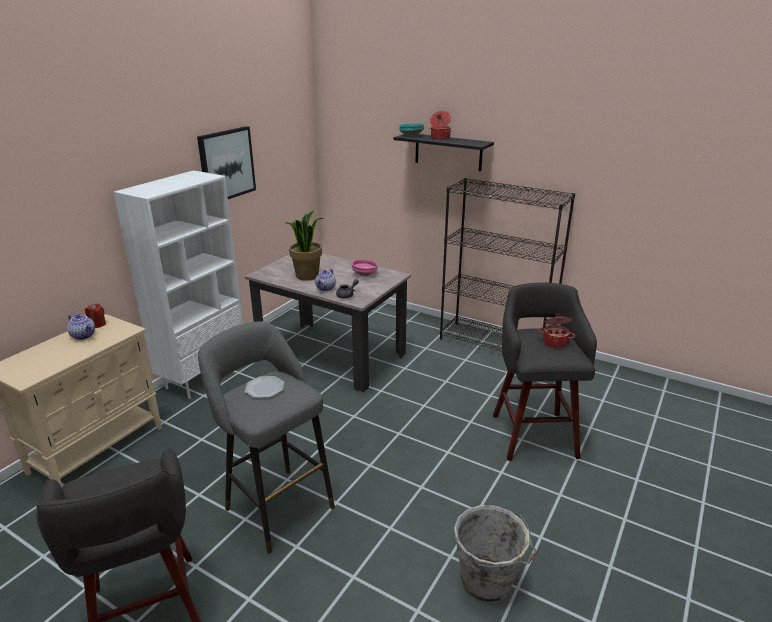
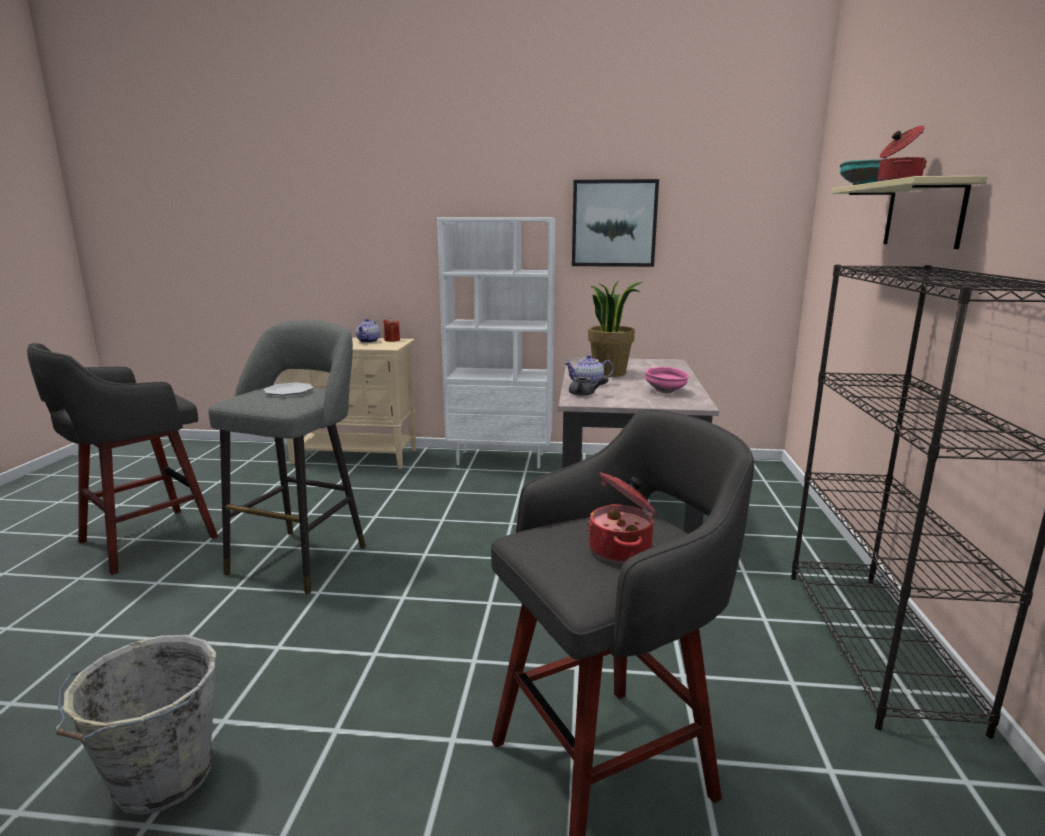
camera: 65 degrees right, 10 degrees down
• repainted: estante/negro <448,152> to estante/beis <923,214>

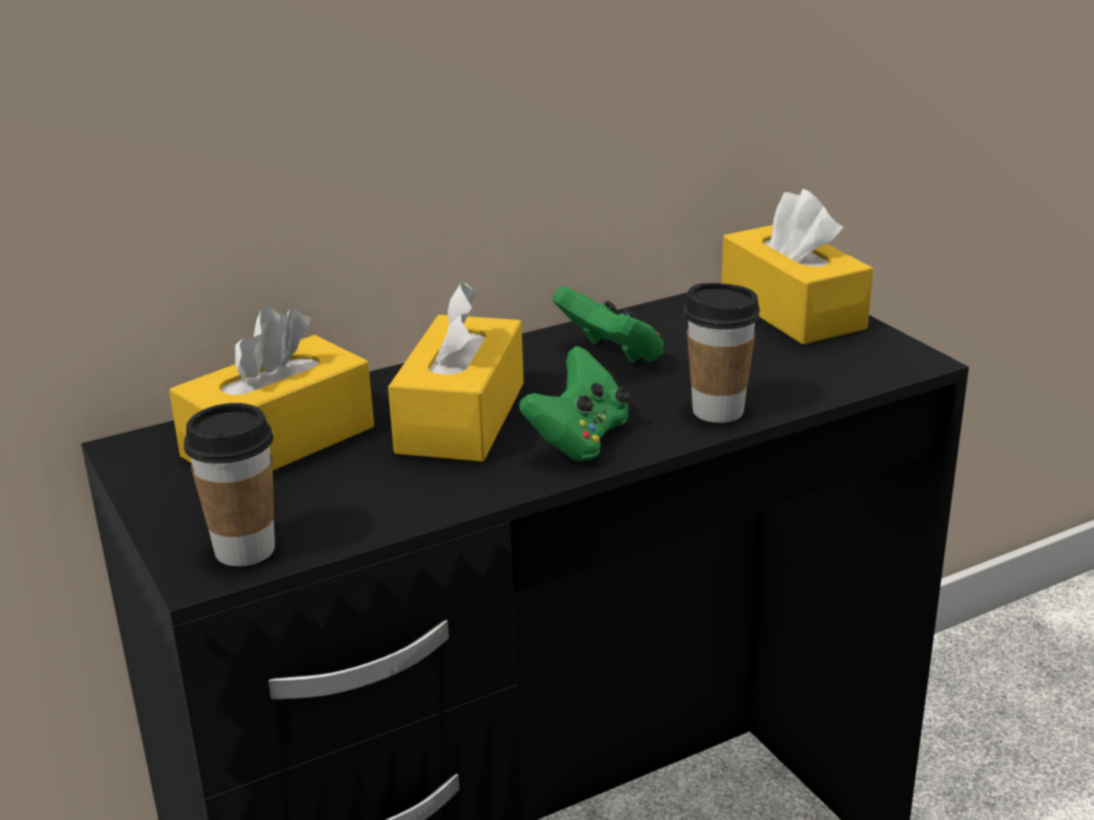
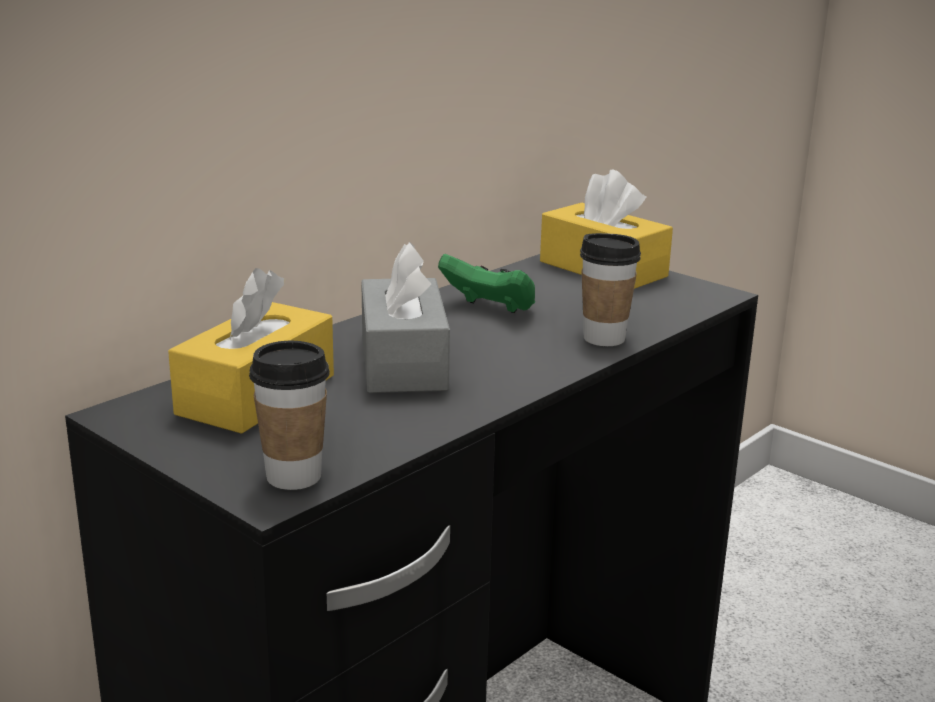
camera: 20 degrees left, 5 degrees down
• repainted: caja de pañuelos/amarillo <461,417> to caja de pañuelos/gris <403,362>
• gone: mando de consola/verde <579,439>

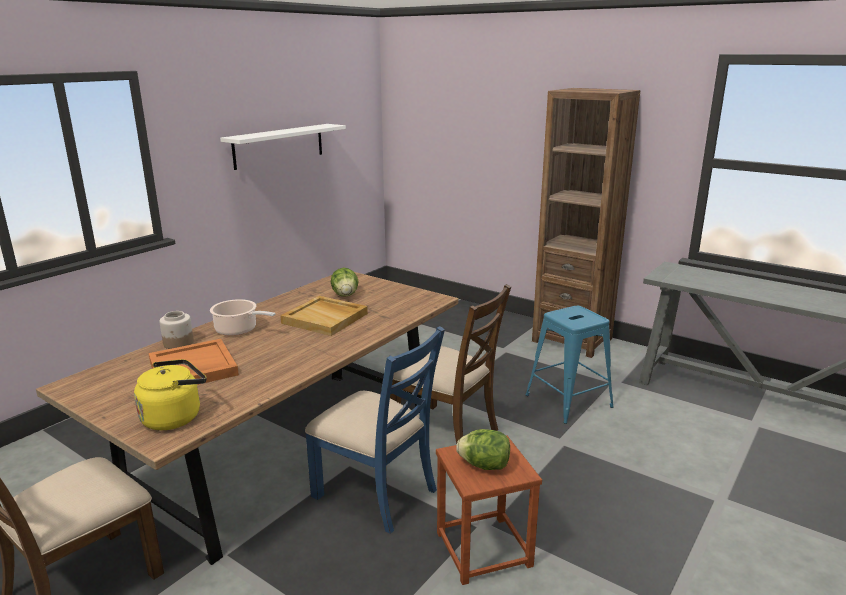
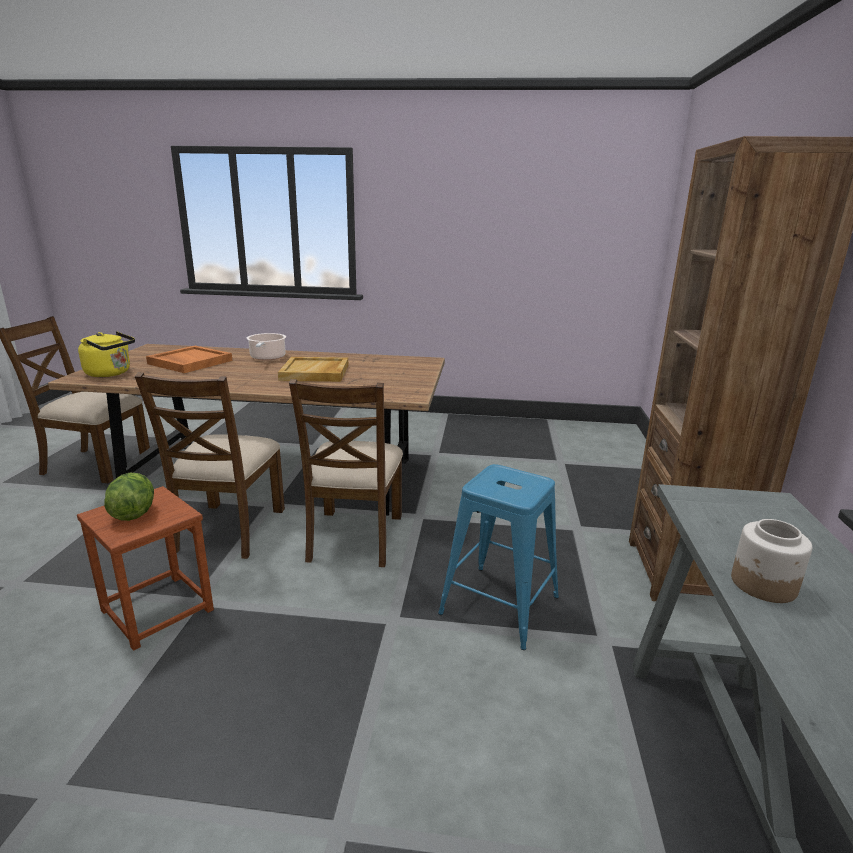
camera: 60 degrees right, 0 degrees up
• repainted: silla/azul <376,493> to silla/marrón <229,530>
• shifted: tarro <178,343> to <763,585>
• gone: estante/blanco <279,145>
• gone: lechuga <345,295>

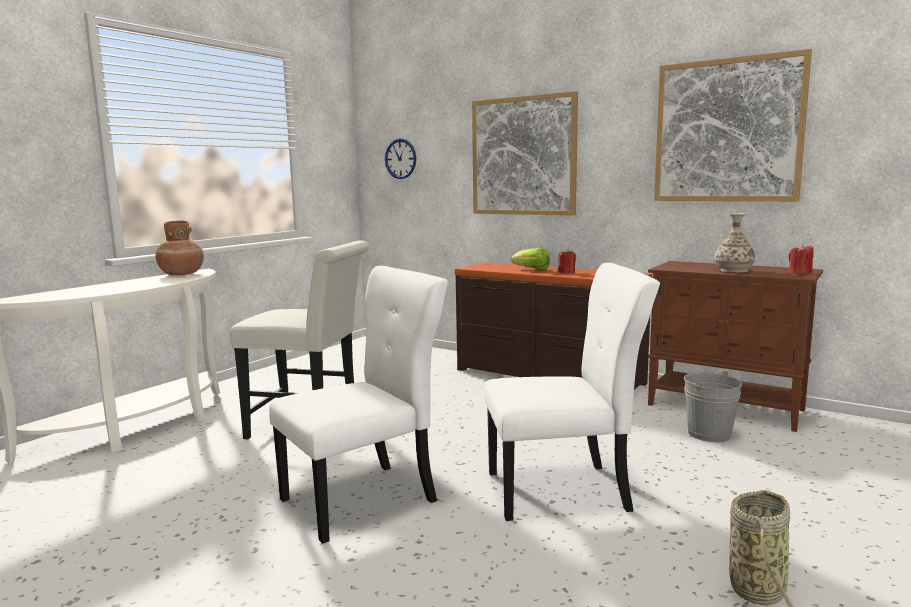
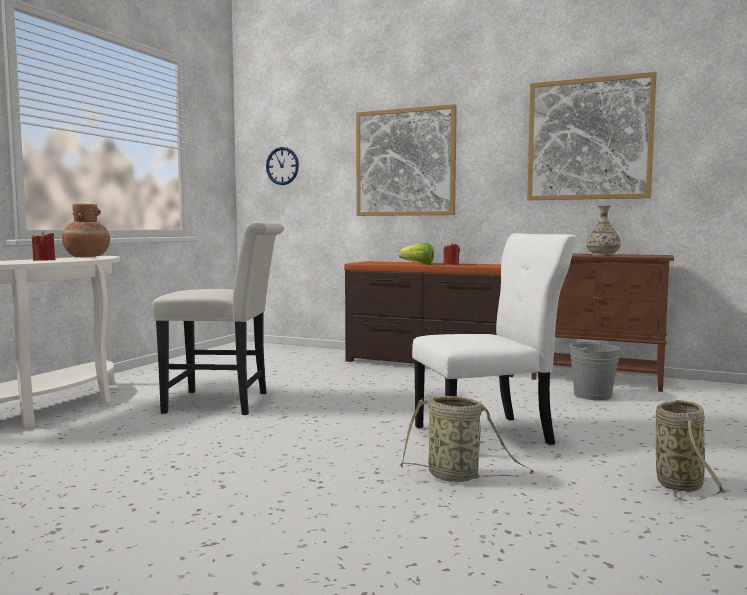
camera: 10 degrees left, 5 degrees down
• shifted: vela/rojo <800,272> to <44,260>
• new: cesta <457,477>
• gone: silla/blanco <365,499>

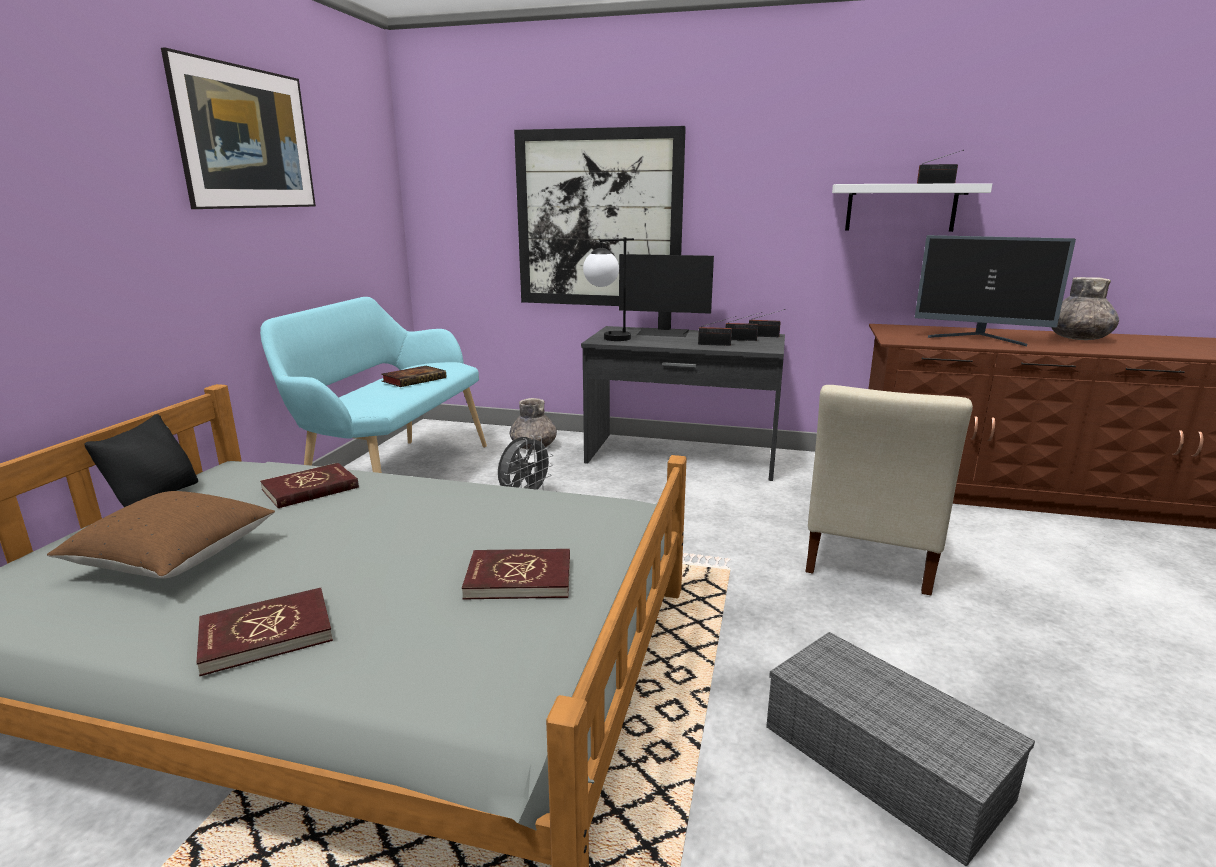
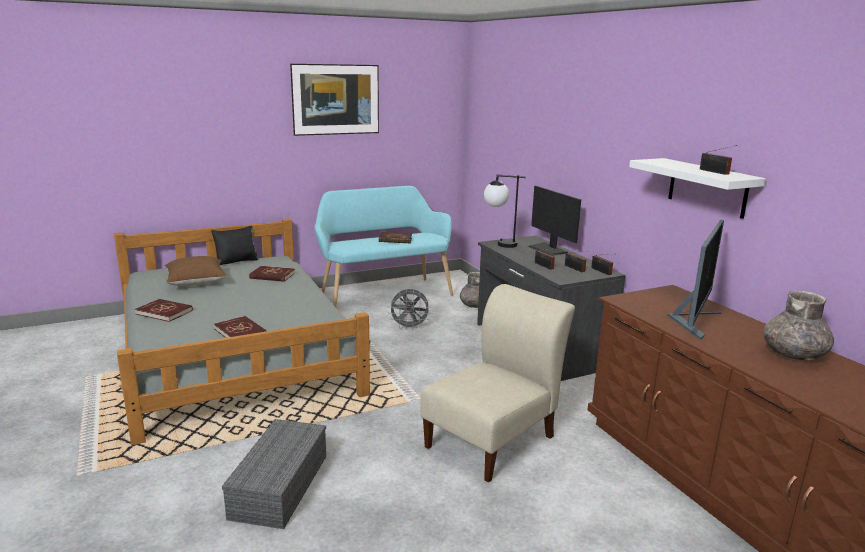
camera: 50 degrees right, 0 degrees up
• rotated: silla/beis <868,554> = <493,439> 150 degrees clockwise
• rotated: monitor <979,339> = <693,321> 135 degrees counterclockwise
• gone: cuadro <598,219>

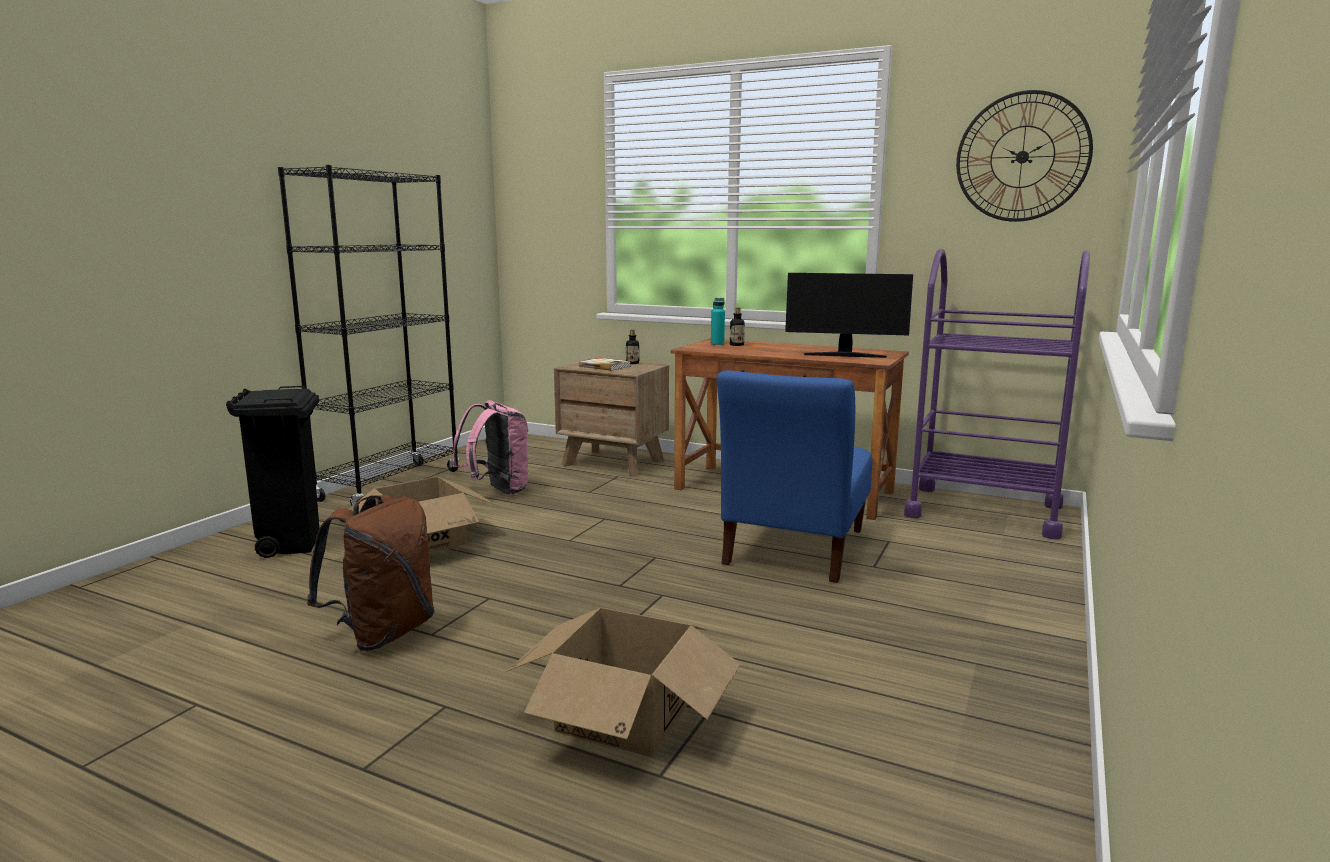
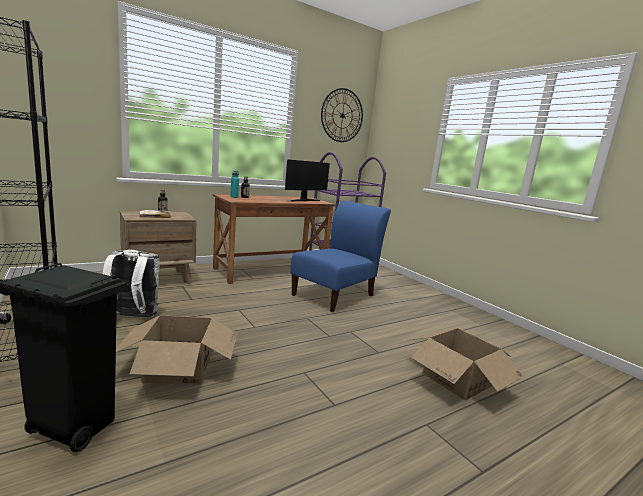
camera: 60 degrees left, 0 degrees up
• repainted: mochila/rosa <497,491> to mochila/blanco <132,318>
• rotated: silla/azul <793,550> = <335,294> 105 degrees counterclockwise
• gone: mochila/marrón <383,633>

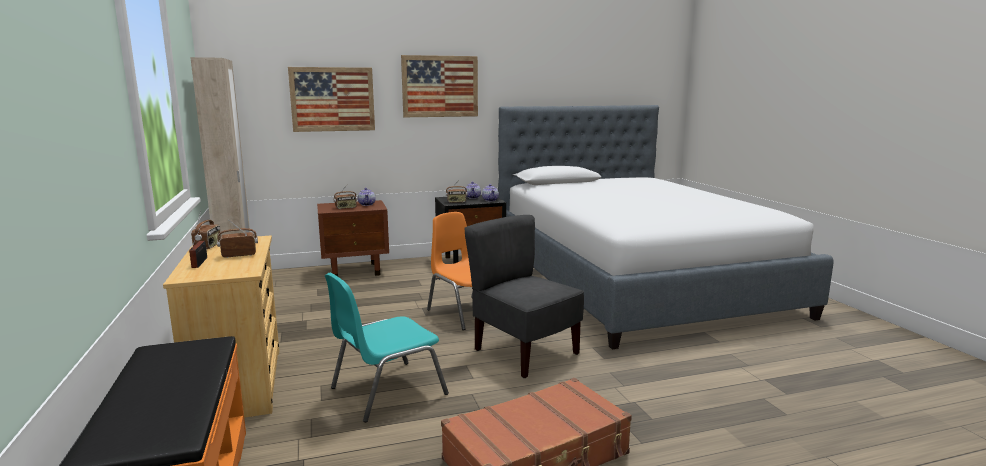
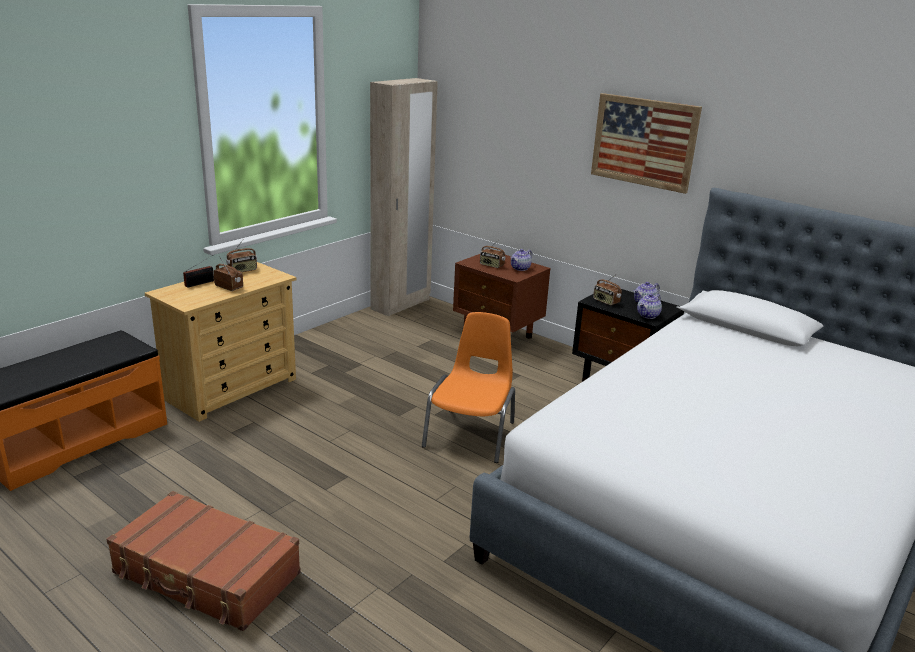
camera: 55 degrees right, 10 degrees up
• gone: cuadro <332,99>
• gone: silla/turquesa <386,391>
• gone: silla/gris <524,353>

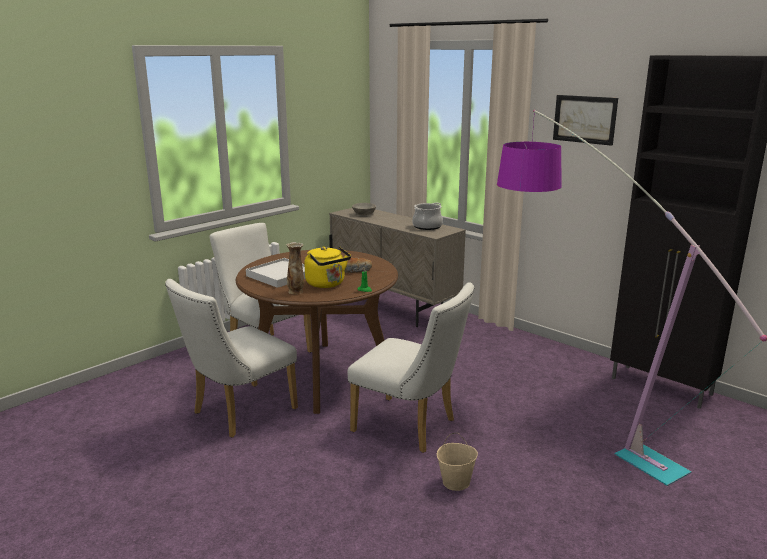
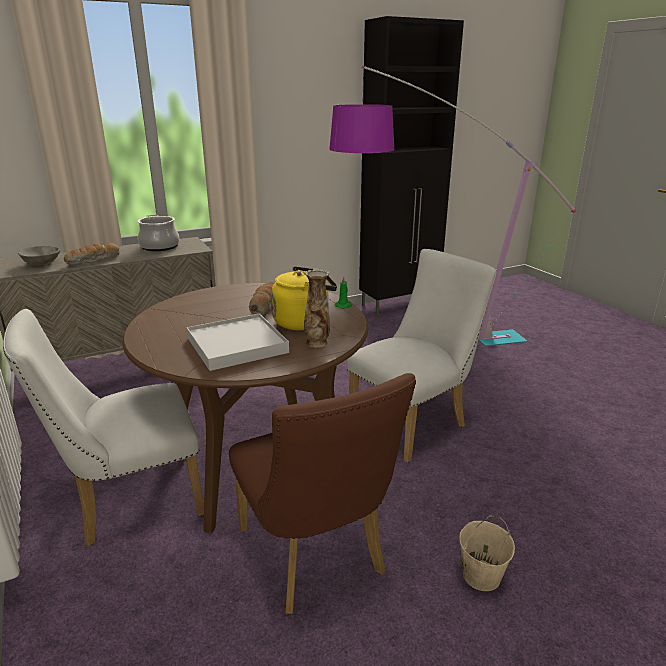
camera: 70 degrees left, 5 degrees up
• new: pan <94,261>
• repainted: silla/blanco <238,413> to silla/marrón <316,558>
• shifted: cubo/beis <456,482> to <480,575>
• gone: cuadro <584,119>

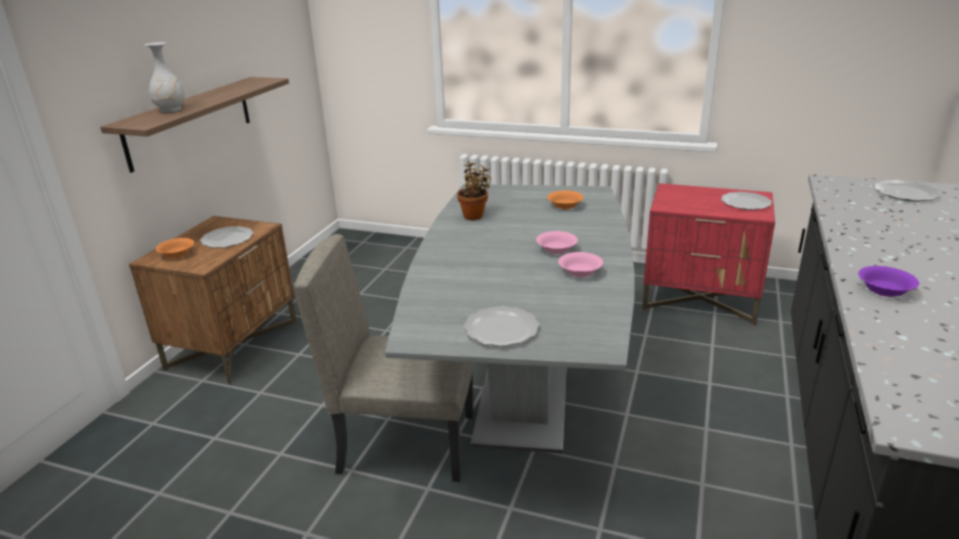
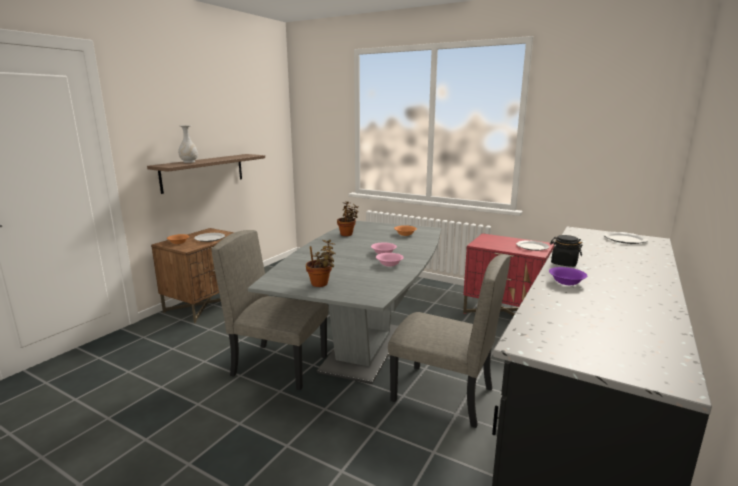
camera: 10 degrees right, 10 degrees down
• swapped: plato <500,328> to planta en maceta <321,284>
• new: silla/beis <442,395>
• new: tarro/negro <563,263>

